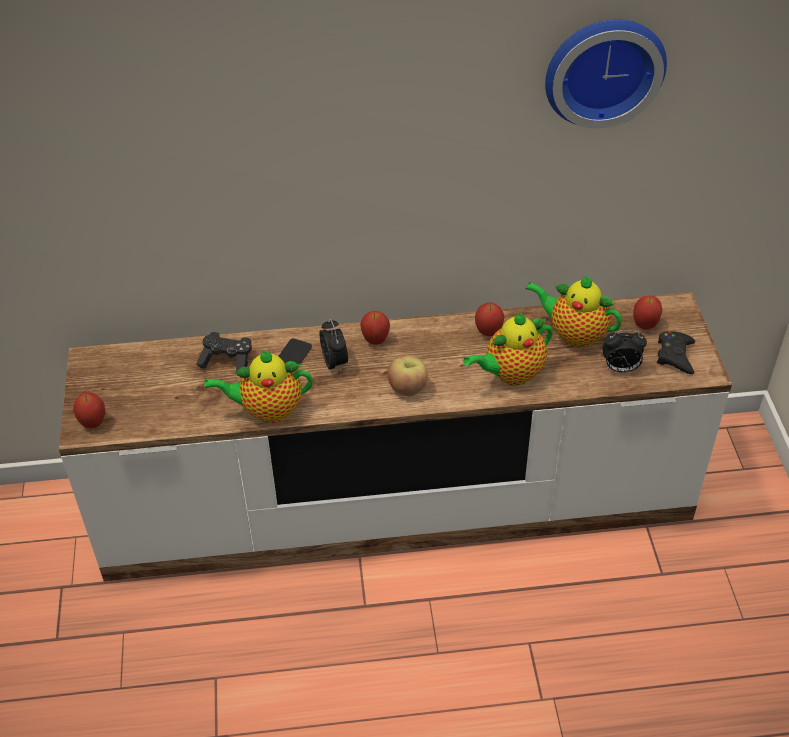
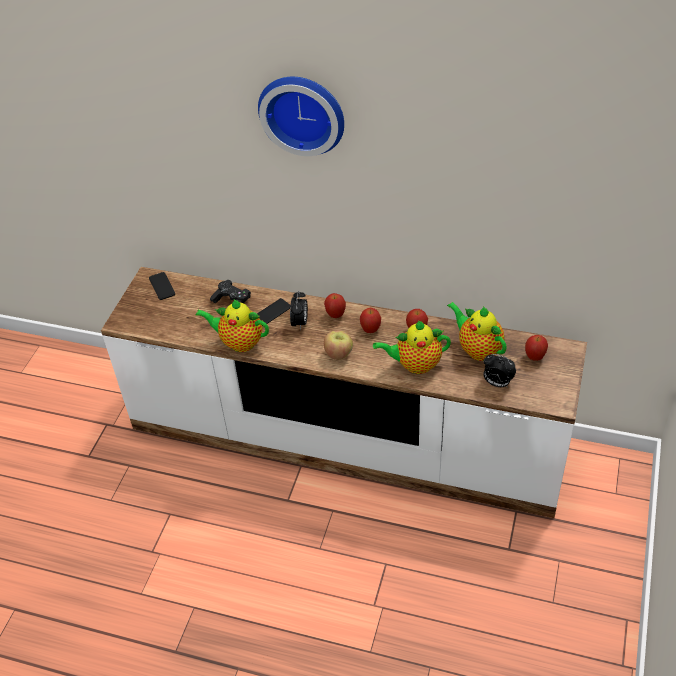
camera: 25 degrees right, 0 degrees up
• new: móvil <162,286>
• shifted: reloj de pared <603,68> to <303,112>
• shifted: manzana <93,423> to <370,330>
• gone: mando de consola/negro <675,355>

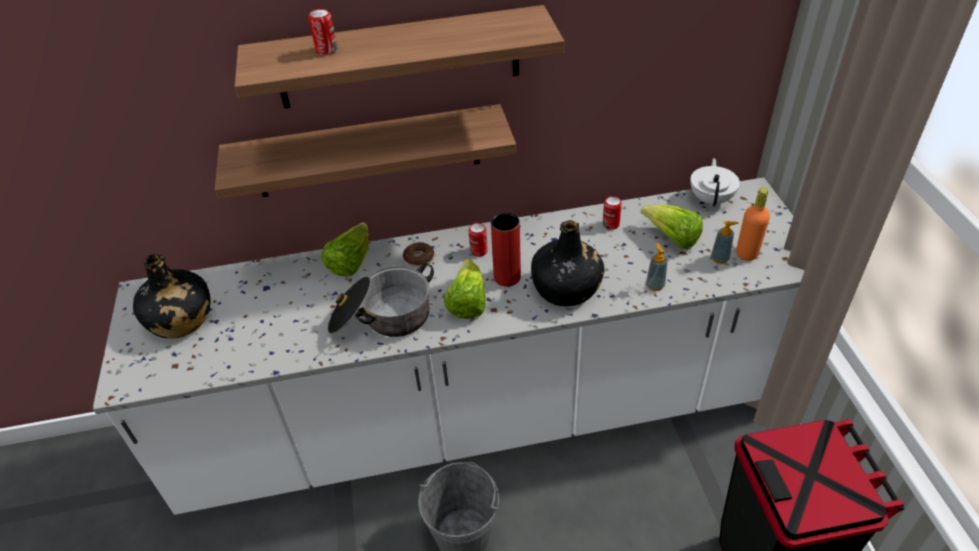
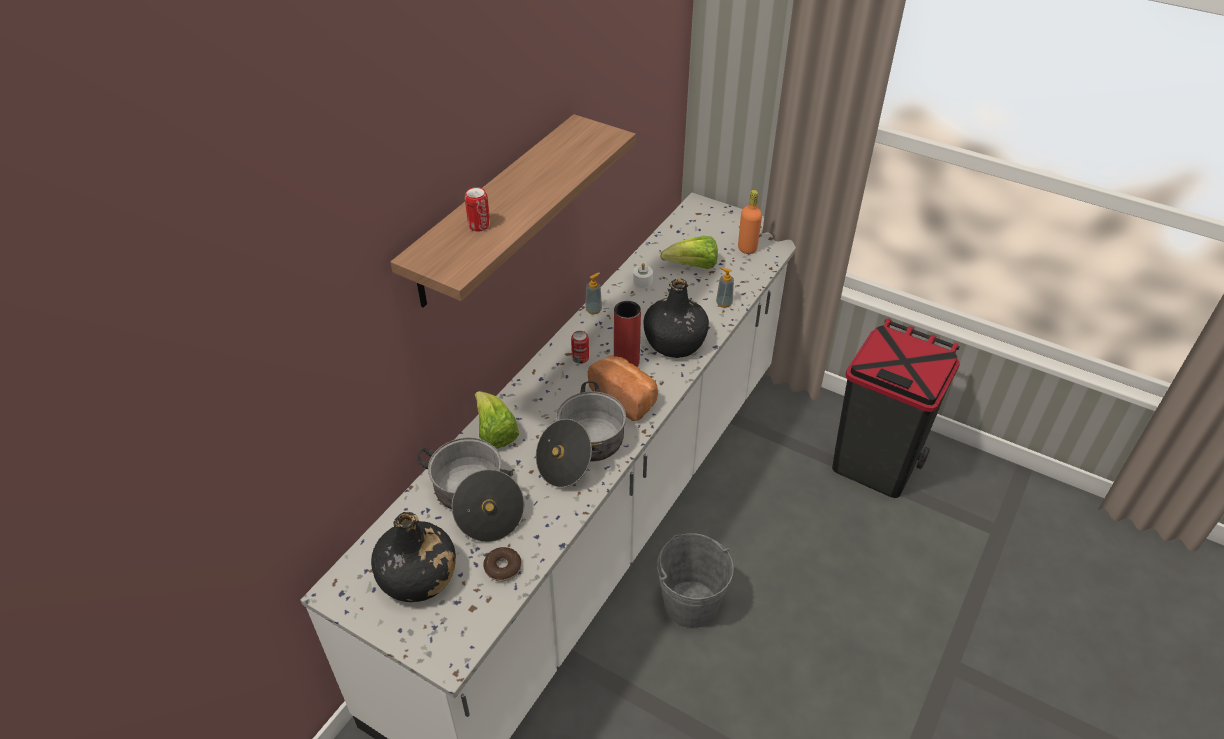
camera: 50 degrees left, 0 degrees up
• new: olla <476,500>
• shifted: rosquilla <419,258> to <503,568>
• shifted: dispensador de jabón <720,258> to <593,310>
• swapped: lechuga <467,303> to pan <626,397>
• swapped: lata <611,224> to vela/blanco <642,281>
• gone: estante <367,152>
• gone: tetera/blanco <711,199>

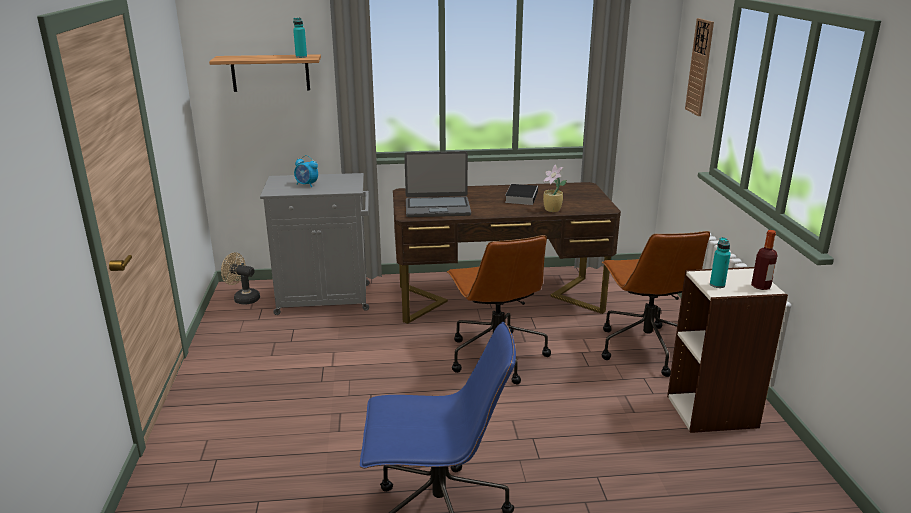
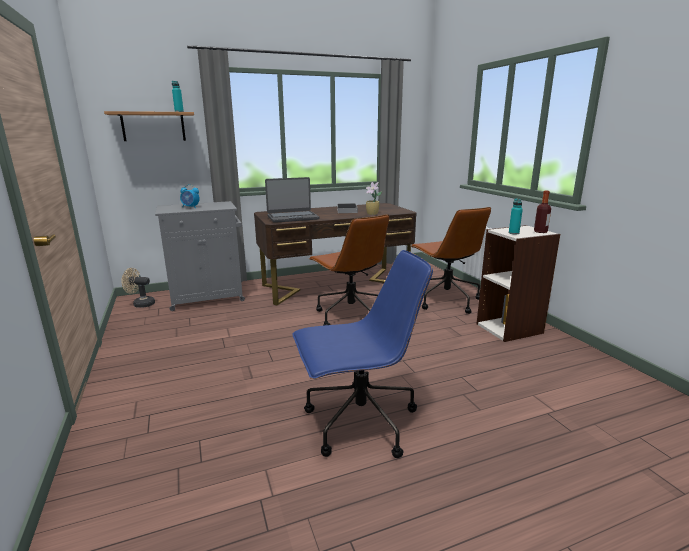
camera: 15 degrees left, 5 degrees down
• gone: reloj de pared <700,67>

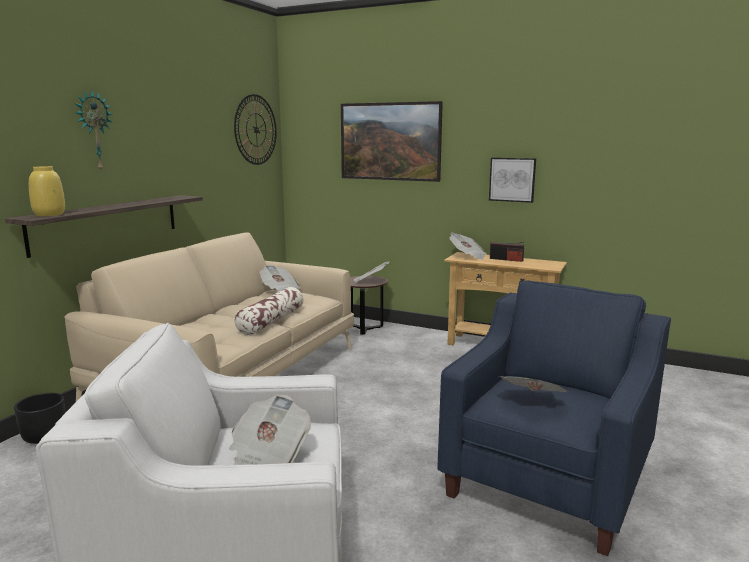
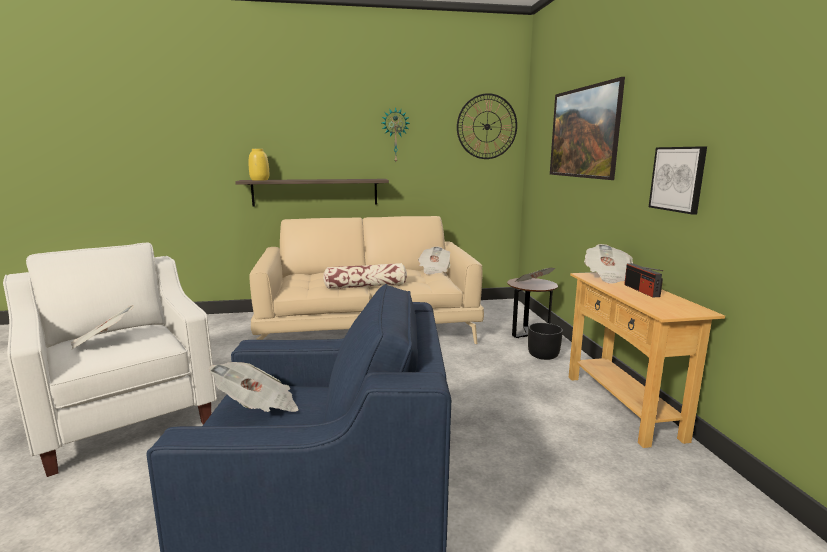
camera: 55 degrees right, 0 degrees up
• shifted: reloj de pared <94,131> to <395,135>
• shifted: maceta/negro <44,436> to <543,355>

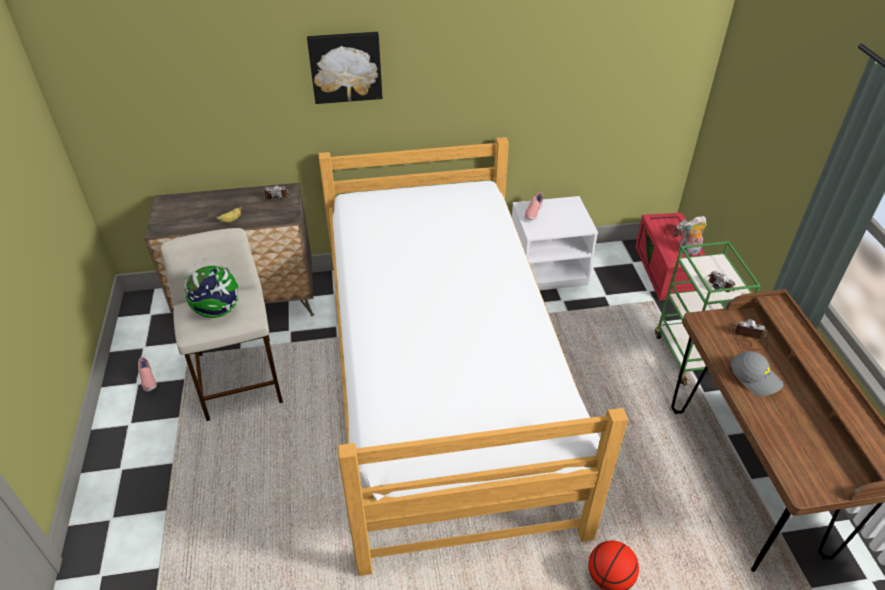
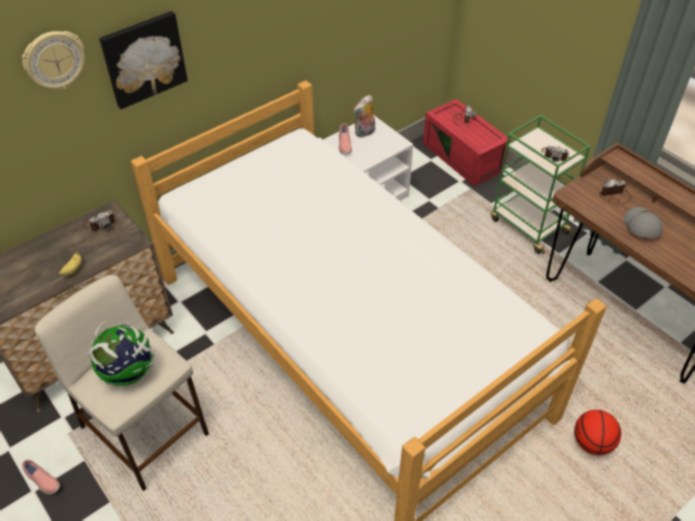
camera: 30 degrees left, 5 degrees up
• new: reloj de pared <54,60>
• shifted: peluche <688,251> to <365,133>
• rotated: gorra/gris <755,377> = <640,227> 105 degrees counterclockwise

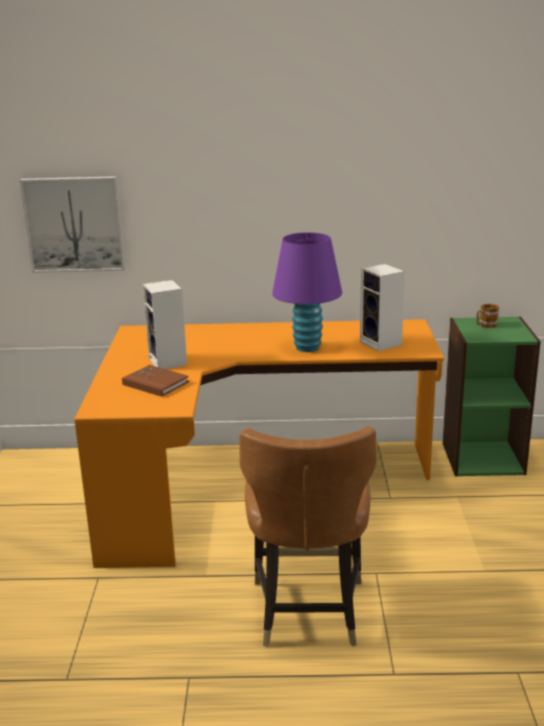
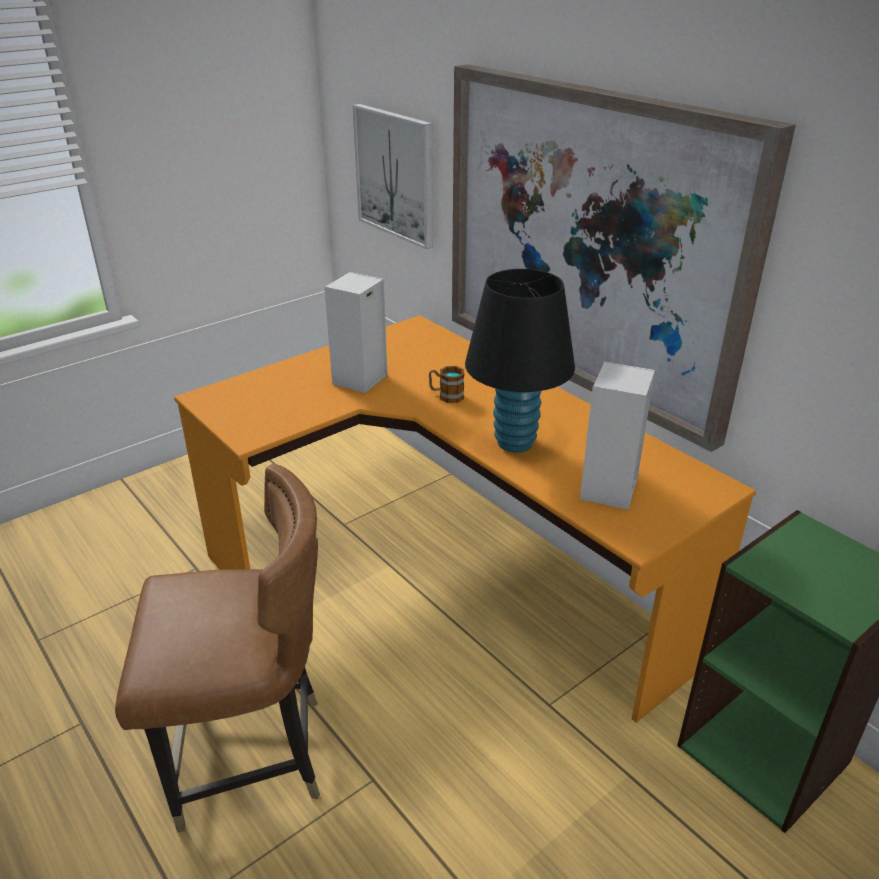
camera: 50 degrees right, 10 degrees up
• rotated: silla/marrón <308,611> = <250,756> 150 degrees counterclockwise
• shifted: taza grande <485,325> to <446,395>
• new: cuadro <589,244>
• repainted: lámpara de mesa/morado <307,347> to lámpara de mesa/negro <515,442>
• gone: libro/marrón <155,383>

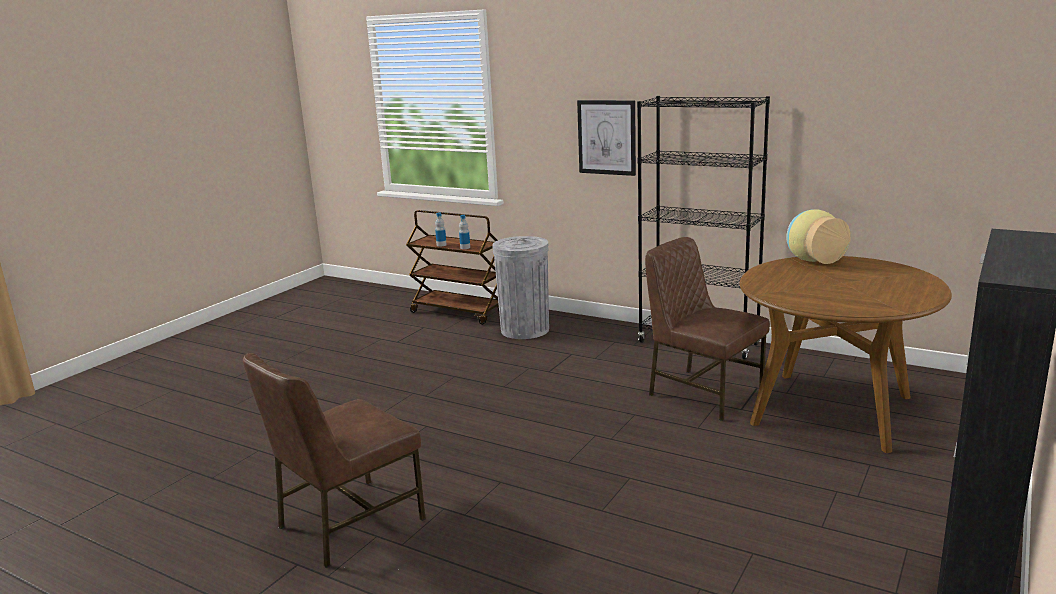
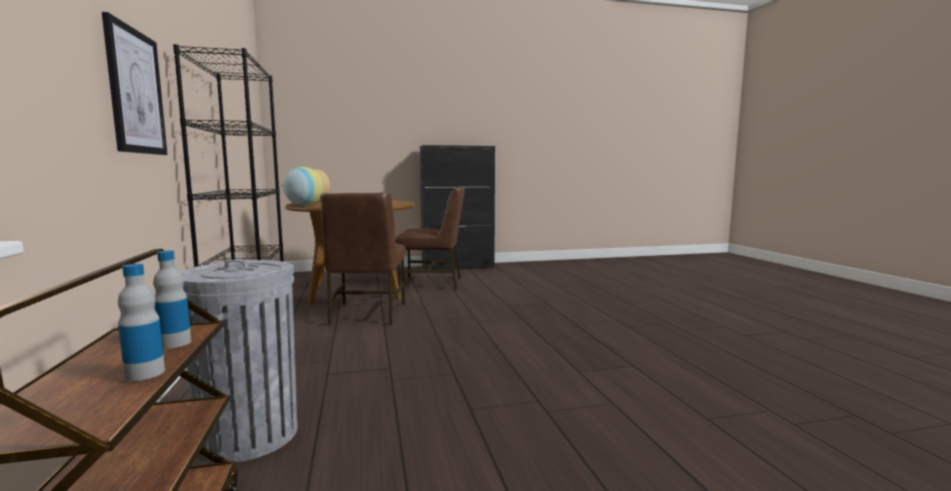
camera: 135 degrees left, 10 degrees down
• shifted: silla/marrón <348,523> to <432,283>

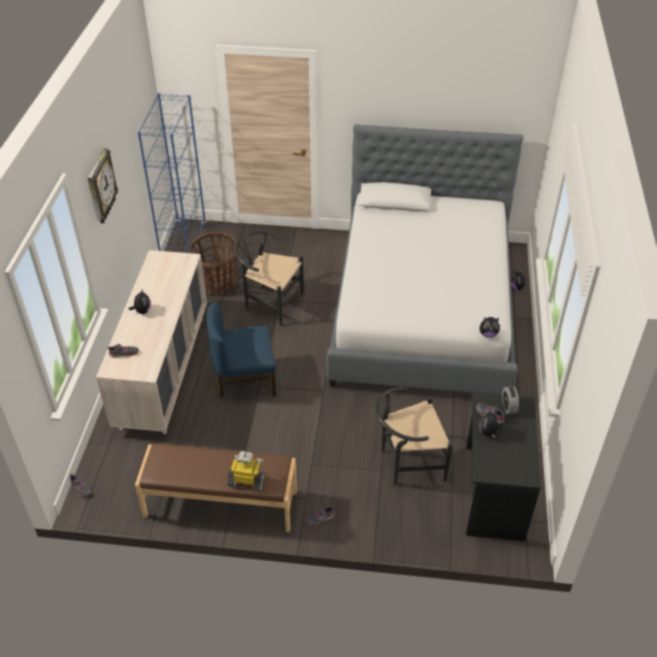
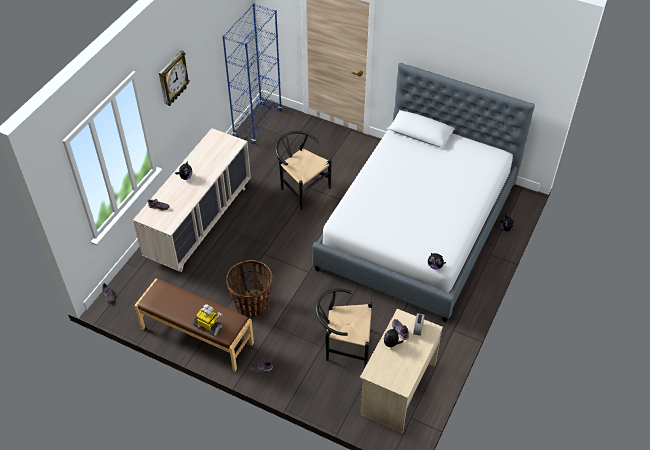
camera: 20 degrees right, 5 degrees up
• shifted: cesta <218,285> to <252,305>
• repainted: escritorio/negro <492,492> to escritorio/beis <397,389>
• gone: silla/azul <245,380>

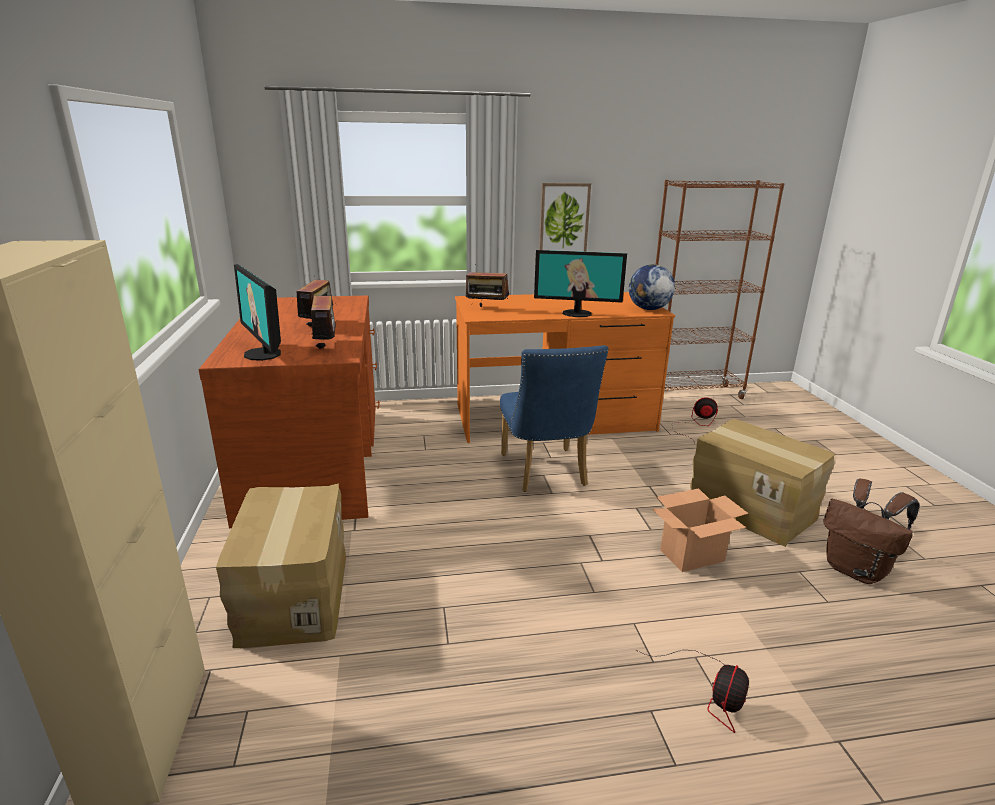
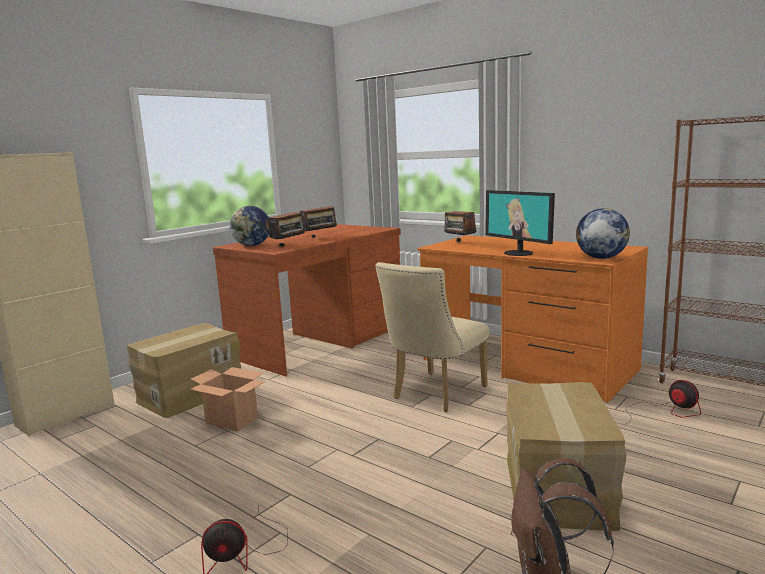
camera: 50 degrees right, 10 degrees down
• shifted: caja de cartón <692,555> to <232,421>
• swapped: monitor <263,354> to globo terráqueo <252,245>
• repainted: silla/azul <545,473> to silla/beis <434,394>
• gone: cuadro <563,219>

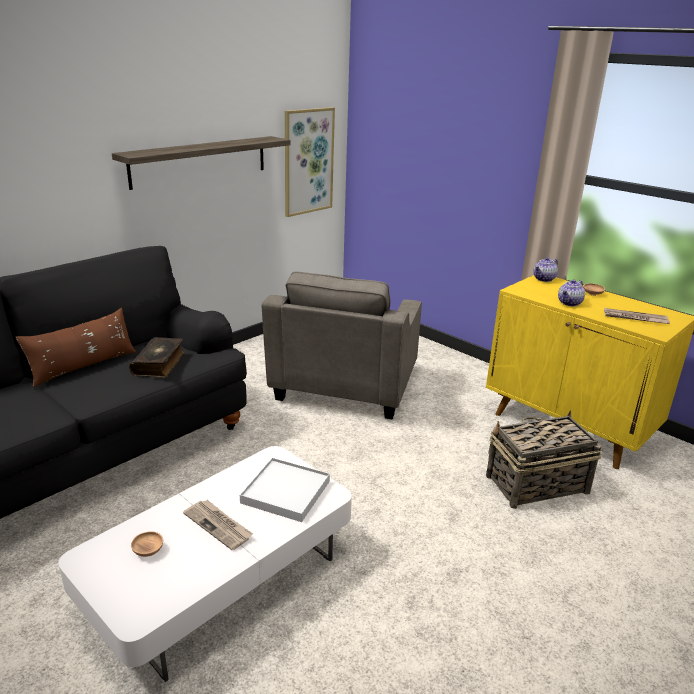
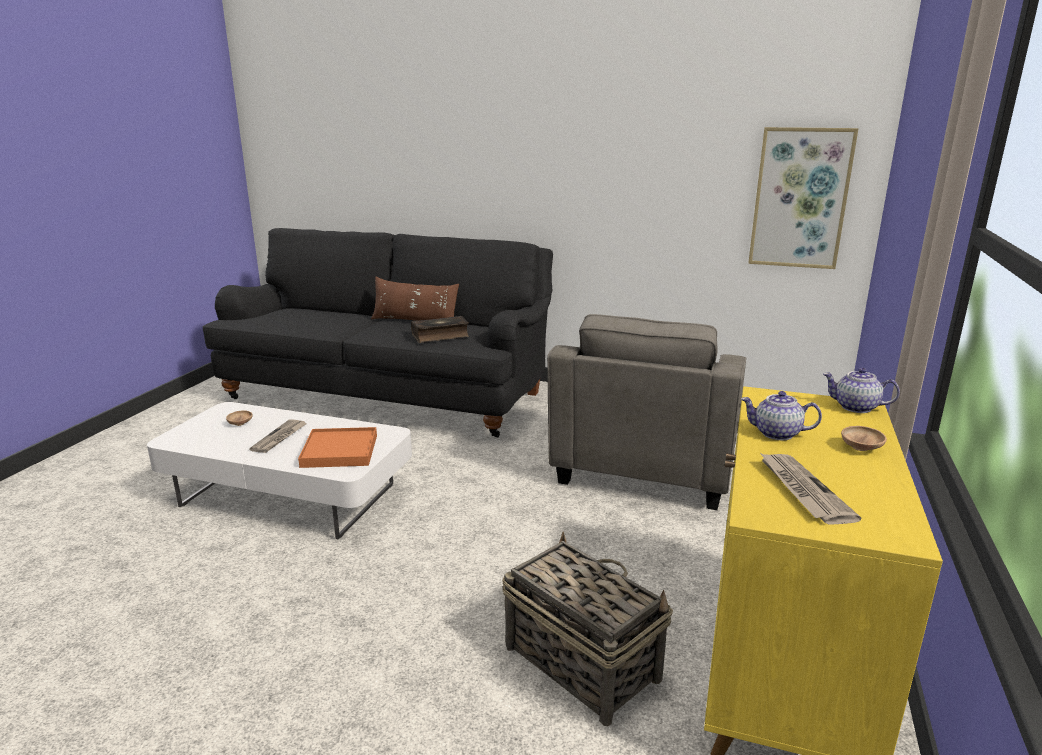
camera: 65 degrees right, 5 degrees down
• repainted: bandeja/blanco <286,492> to bandeja/naranja <340,451>
• rotated: sillón/gris <343,387> = <644,469> 60 degrees counterclockwise
• gone: estante <200,161>

